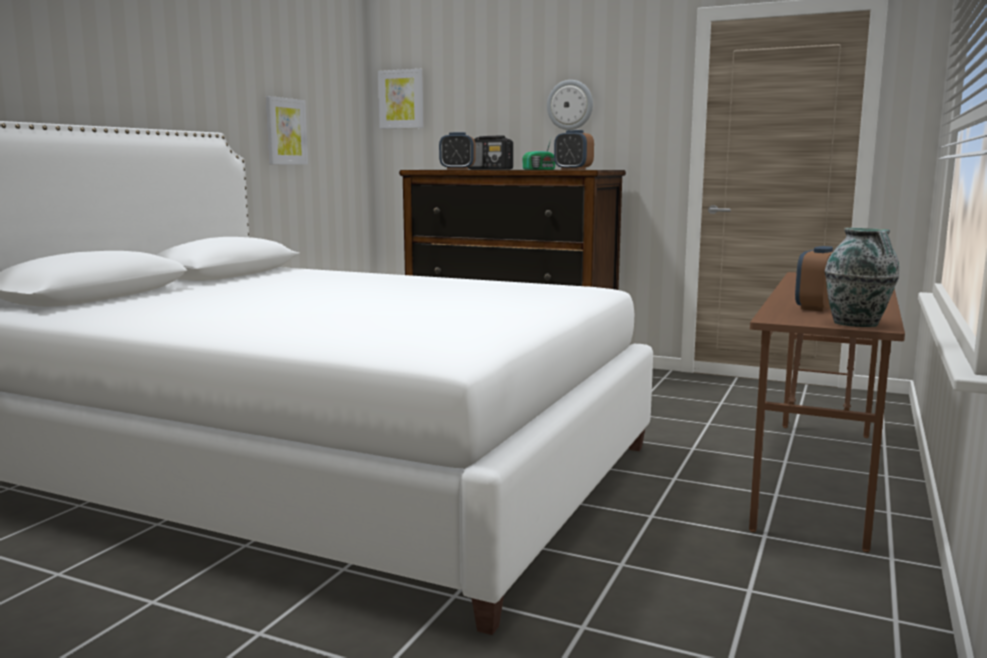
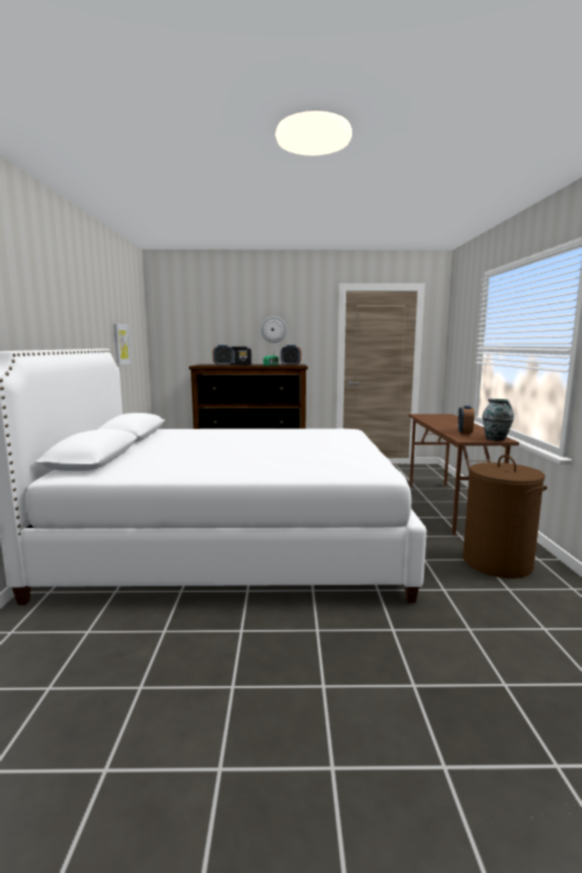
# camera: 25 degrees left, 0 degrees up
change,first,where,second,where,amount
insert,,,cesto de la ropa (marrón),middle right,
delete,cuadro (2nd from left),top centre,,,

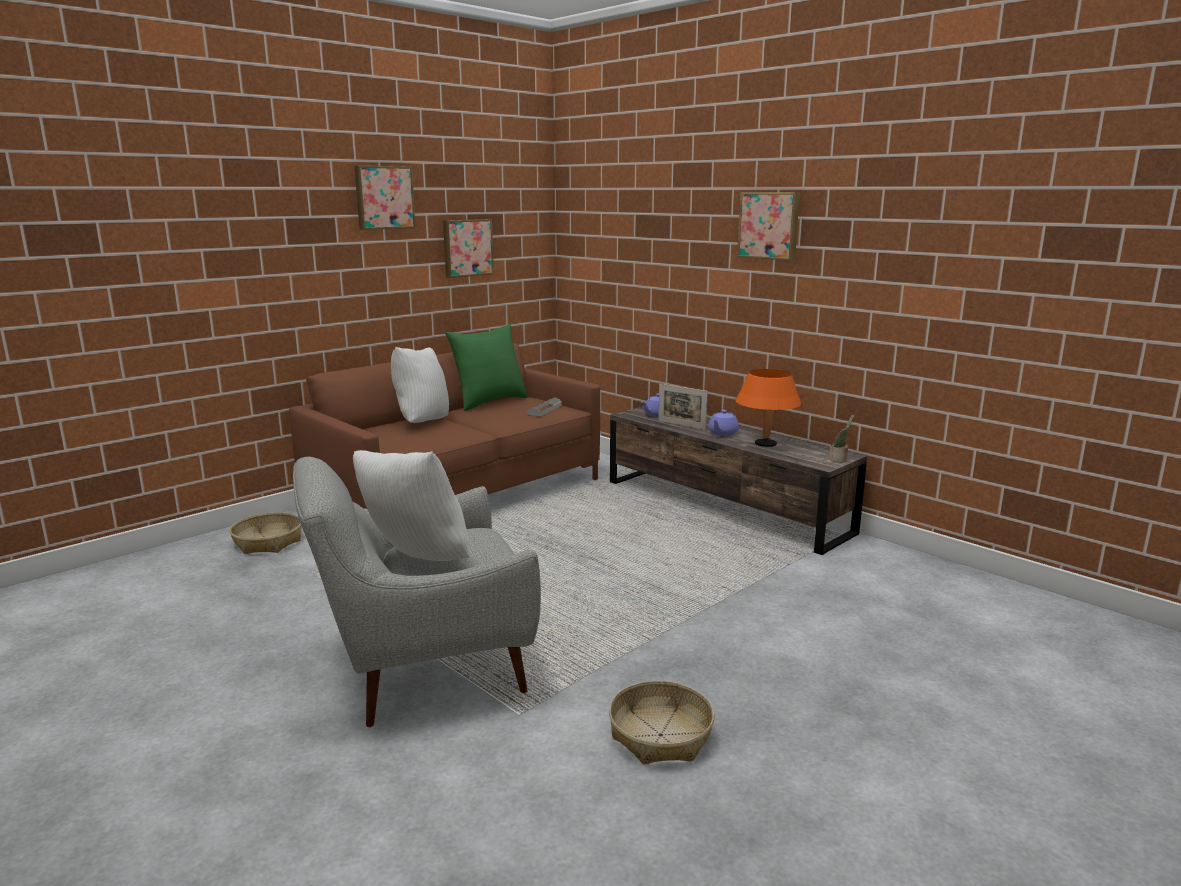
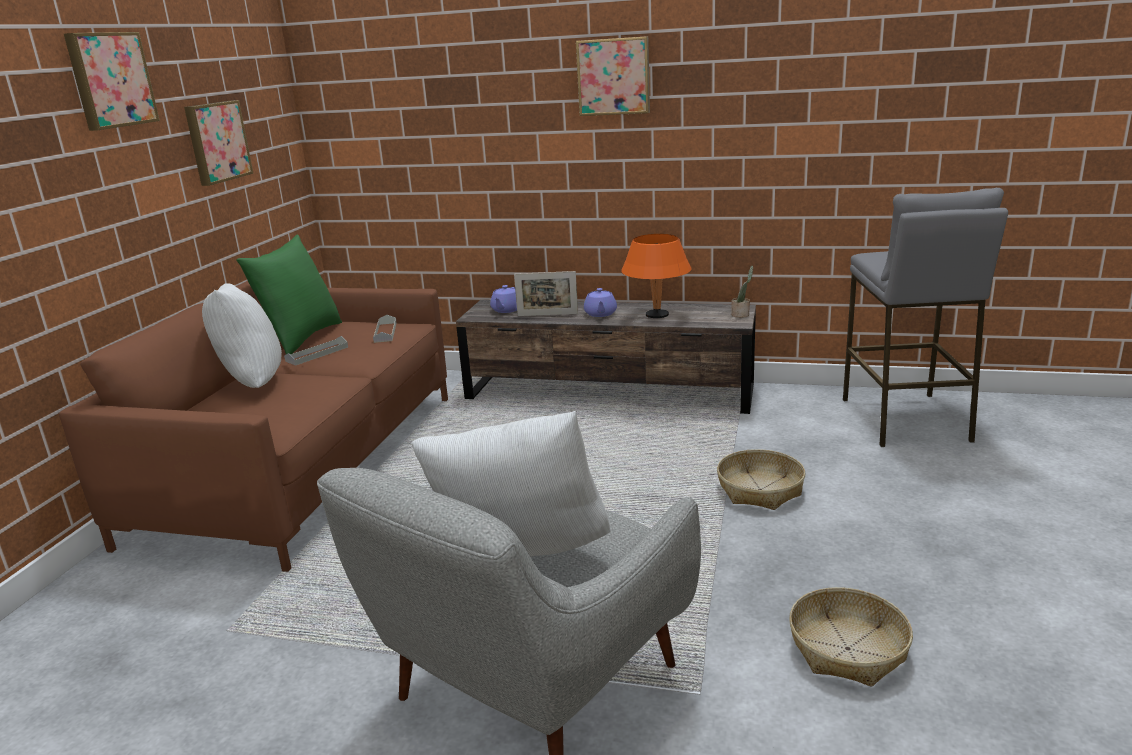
# camera: 30 degrees left, 5 degrees up
change,first,where,second,where,amount
insert,,,bandeja (gris) (1st from left),middle left,
move,cesta (1st from left),middle left,,middle right,
insert,,,taburete (gris),middle right,

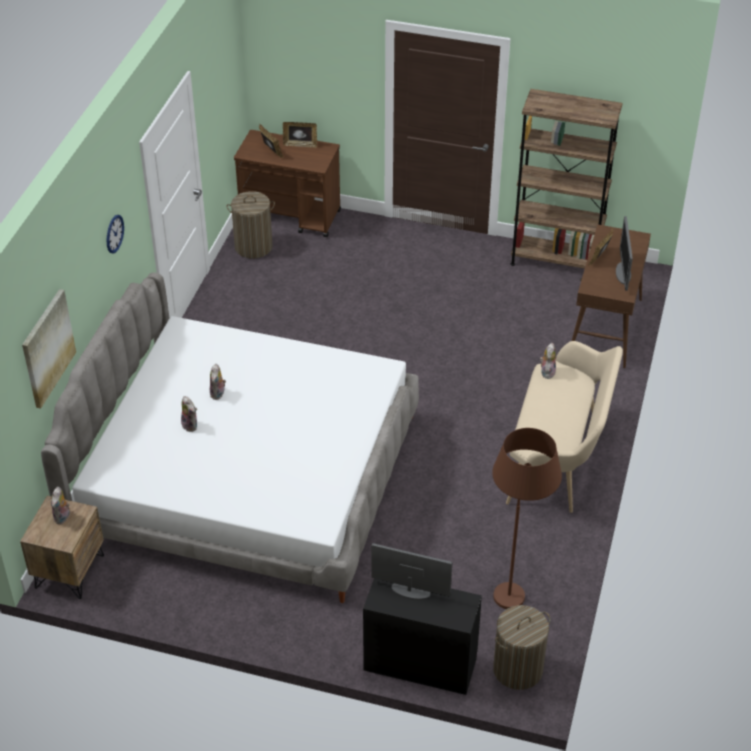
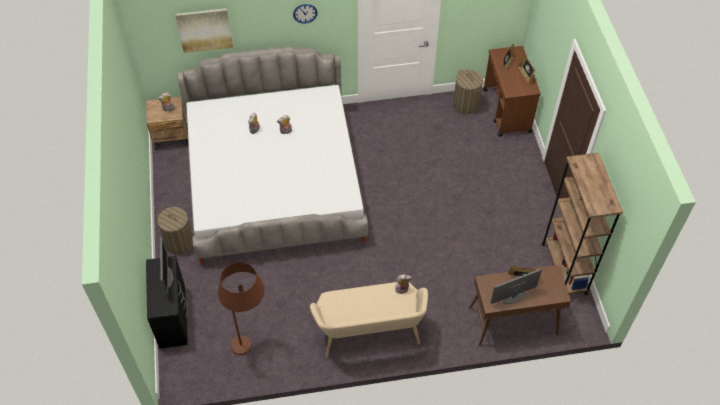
# camera: 65 degrees right, 10 degrees up
change,first,where,second,where,amount
move,cesto de la ropa (2nd from left in the first image),bottom right,cesto de la ropa (1st from left),middle left,

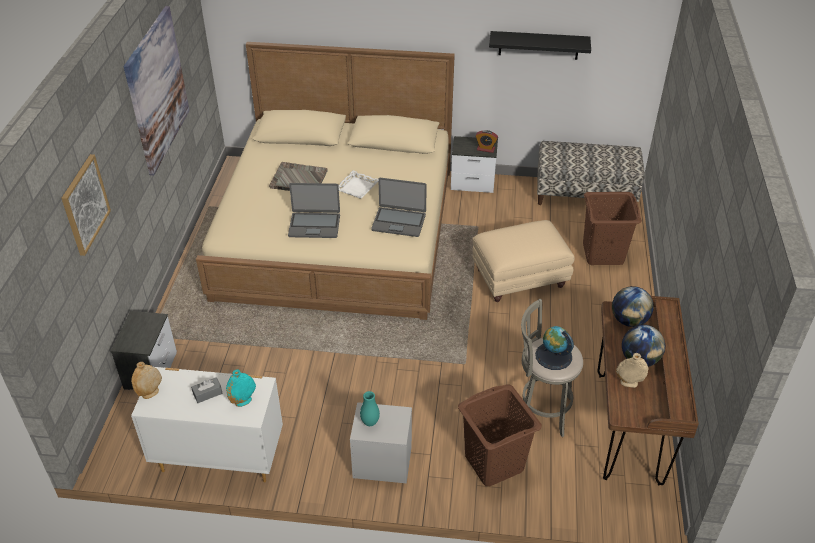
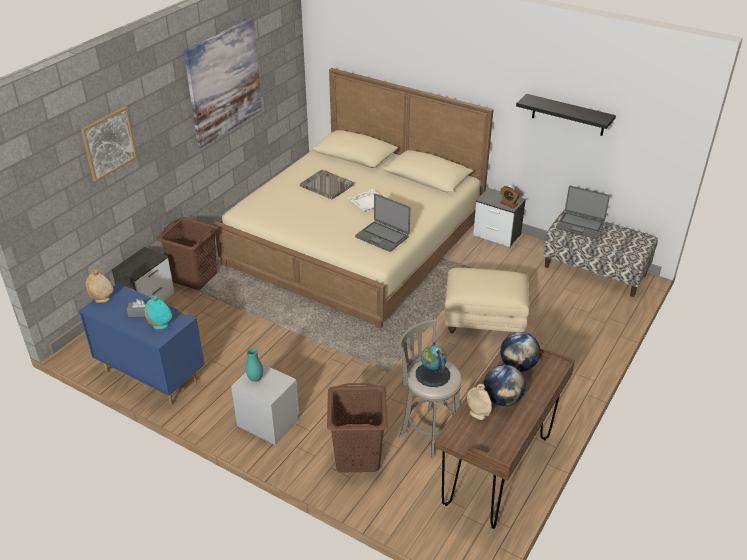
# camera: 25 degrees right, 5 degrees down
change,first,where,second,where,amount
recolor,cómoda (blanco),bottom left,cómoda (azul),middle left,
move,cesto de la ropa (marrón) (2nd from left in the first image),middle right,cesto de la ropa (marrón) (1st from left),middle left,
move,portátil (1st from left in the first image),centre,portátil (2nd from left),middle right,

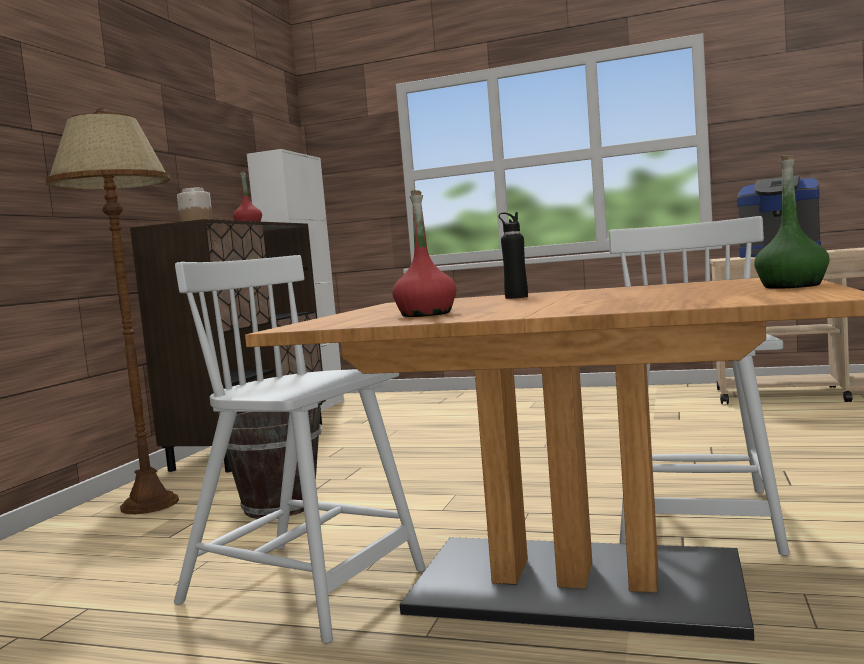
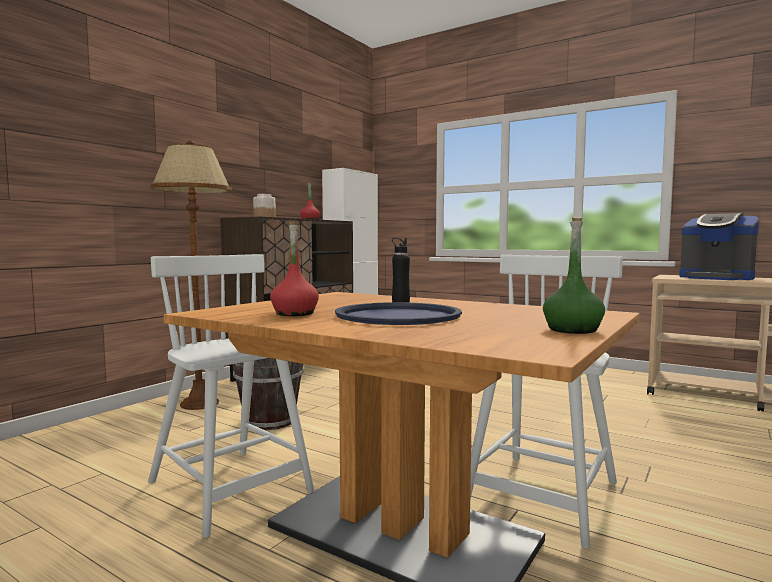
# camera: 15 degrees right, 0 degrees up
change,first,where,second,where,amount
insert,,,bandeja (azul),centre,

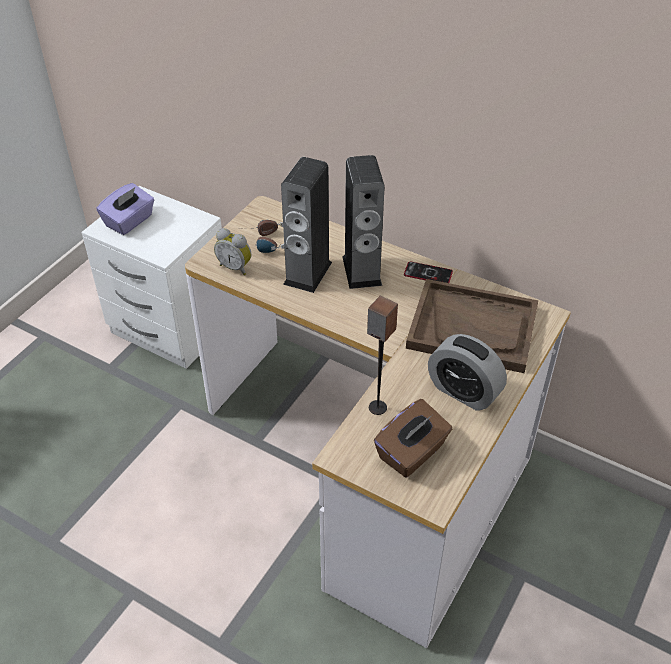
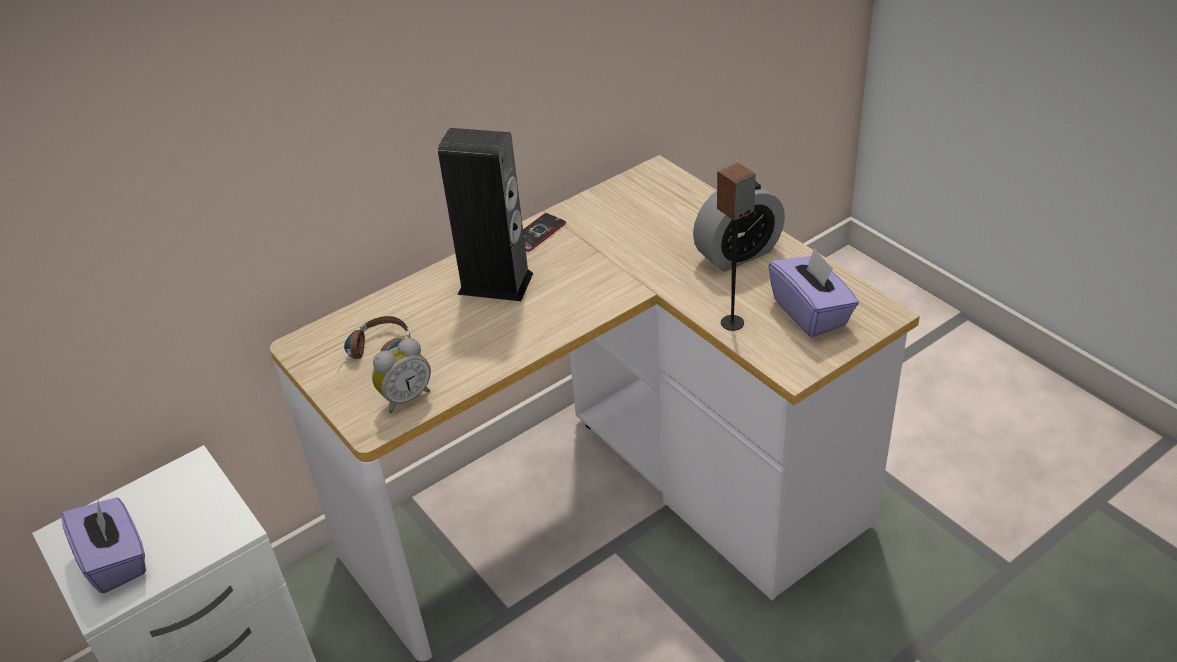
# camera: 65 degrees left, 5 degrees down
change,first,where,second,where,amount
recolor,caja de pañuelos (marrón),centre,caja de pañuelos (morado) (2nd from left),middle right,
delete,altavoz (1st from left),centre,,,
delete,bandeja (marrón),middle right,,,

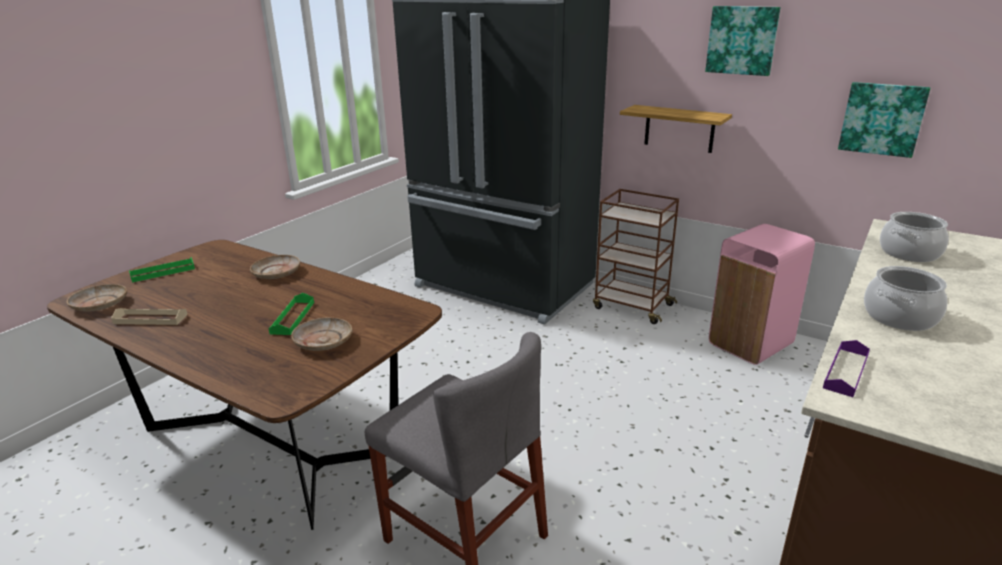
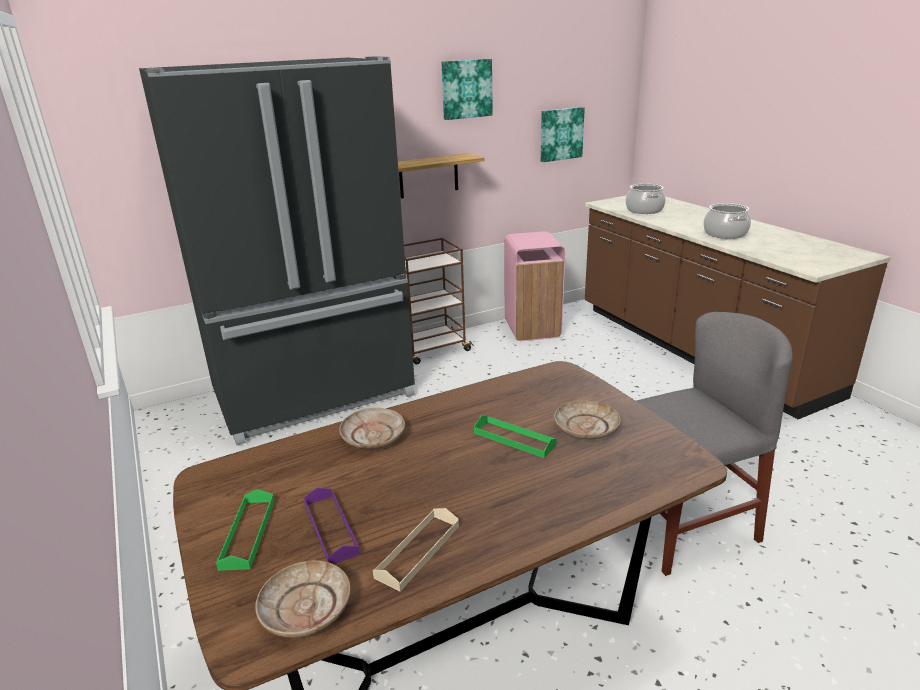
# camera: 60 degrees left, 0 degrees up
change,first,where,second,where,amount
move,bandeja (morado),middle right,,bottom centre,

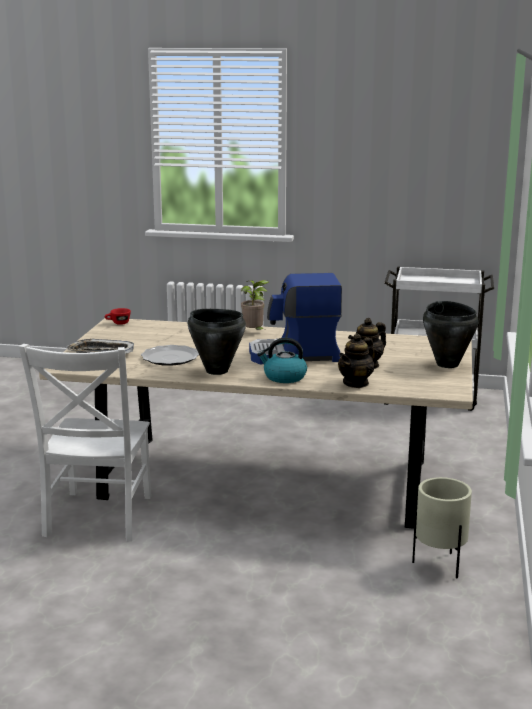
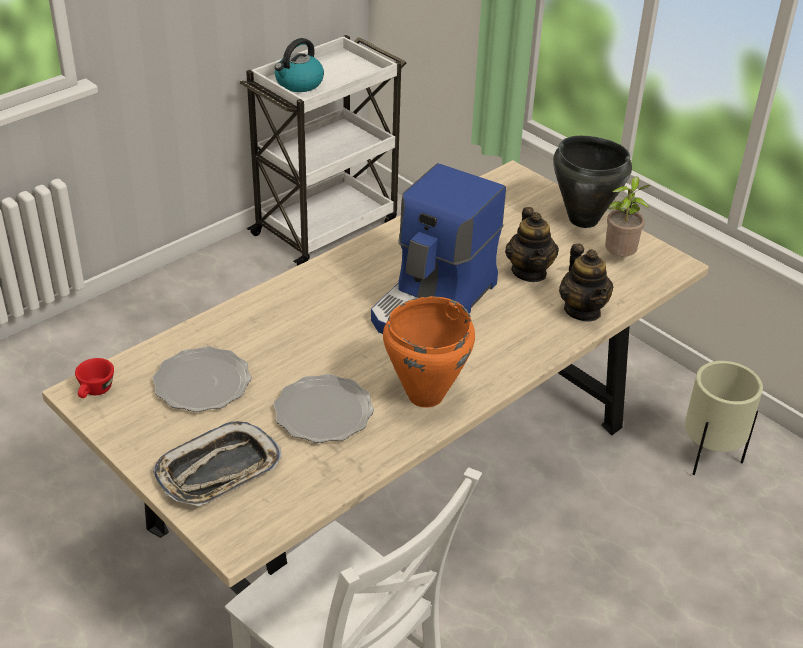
# camera: 55 degrees left, 20 degrees up
change,first,where,second,where,amount
insert,,,plato (1st from left),middle left,
move,hervidor,centre,,top centre,
recolor,olla (negro) (1st from left),centre,olla (naranja),centre,
move,planta en maceta,centre,,middle right,

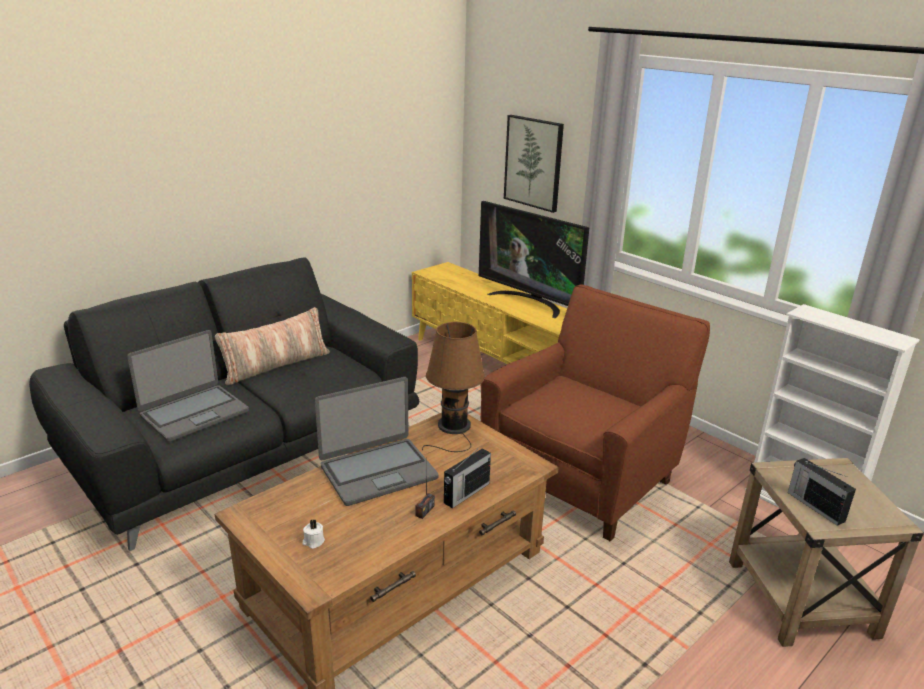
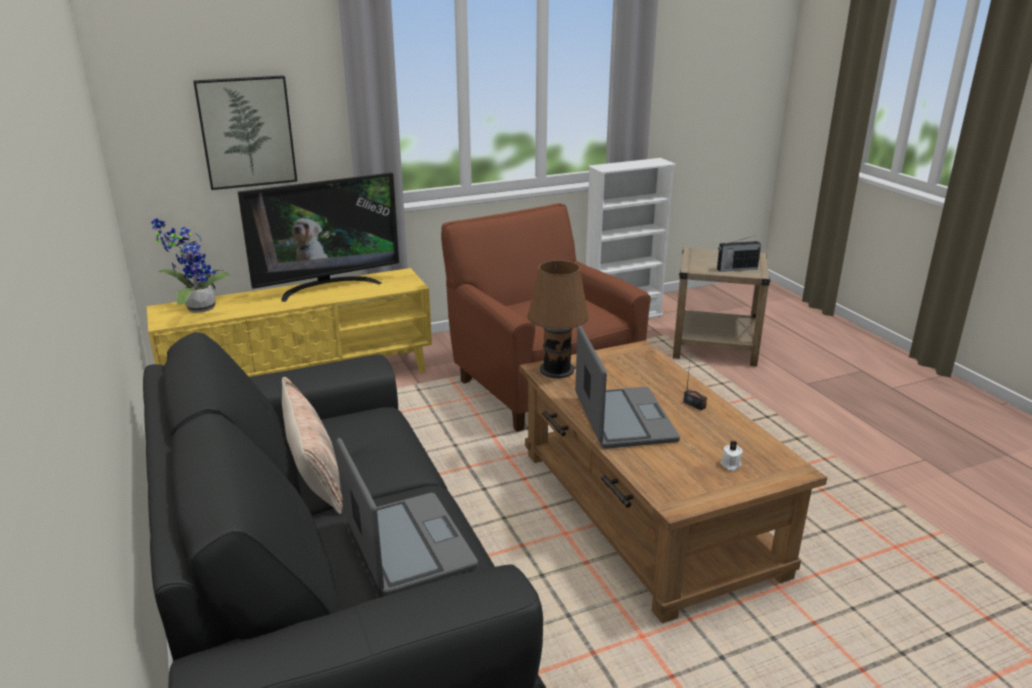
# camera: 70 degrees left, 0 degrees up
change,first,where,second,where,amount
insert,,,planta en maceta,middle left,
delete,radio (2nd from left),bottom centre,,,

